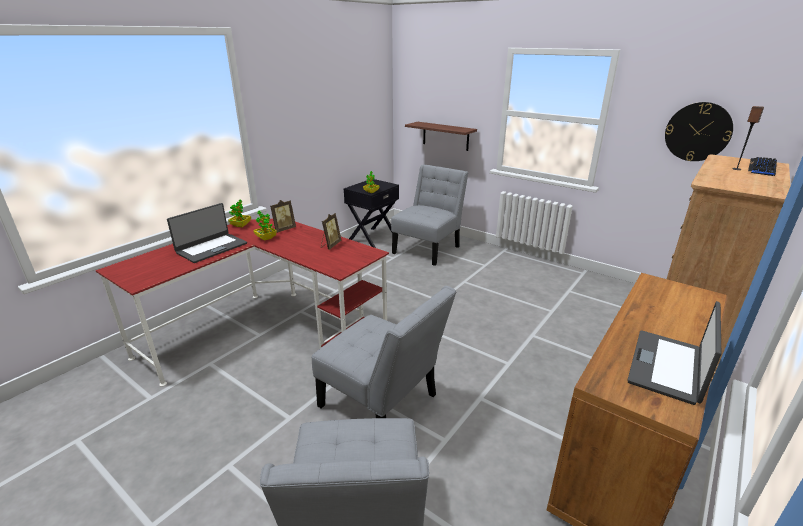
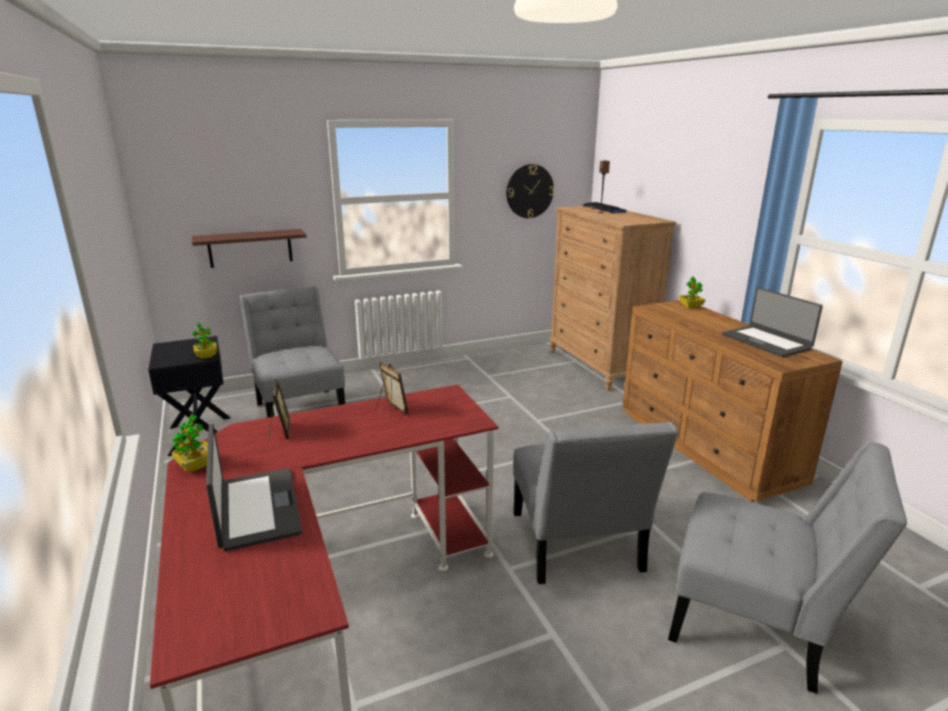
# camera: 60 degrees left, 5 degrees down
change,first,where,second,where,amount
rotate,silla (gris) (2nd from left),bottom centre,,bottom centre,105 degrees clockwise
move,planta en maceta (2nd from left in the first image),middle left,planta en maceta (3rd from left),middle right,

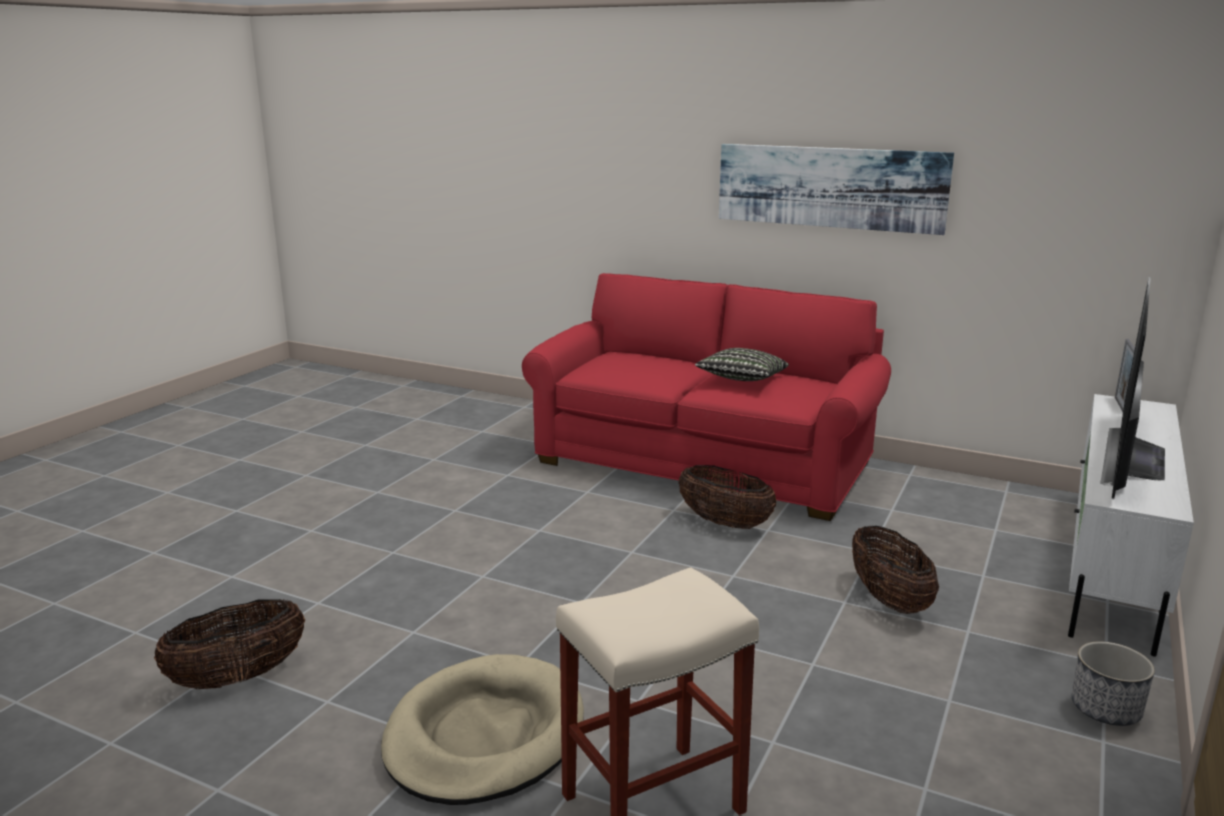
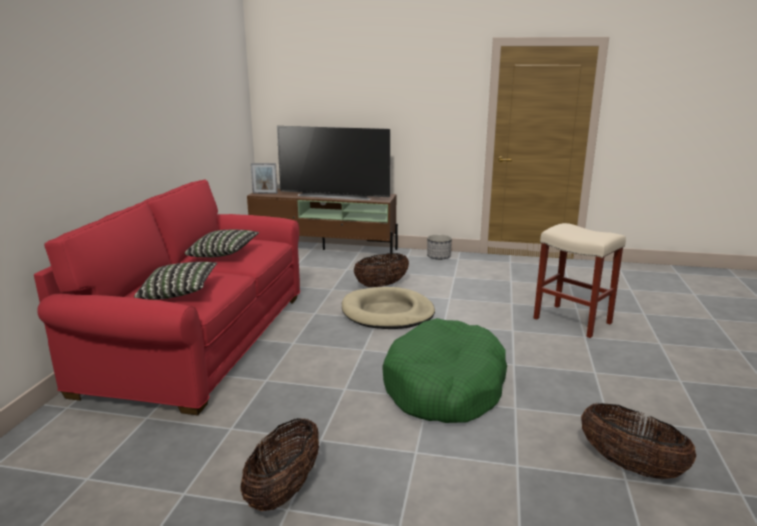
# camera: 105 degrees left, 0 degrees up
change,first,where,second,where,amount
insert,,,cojín (1st from left),middle left,
move,cesta (2nd from left in the first image),centre,cesta (1st from left),bottom centre,
recolor,mueble de televisión (blanco),middle right,mueble de televisión (marrón),centre,
move,cama para perro (beis),bottom centre,,centre,
insert,,,cama para perro (verde),bottom centre,
delete,cuadro,top right,,,

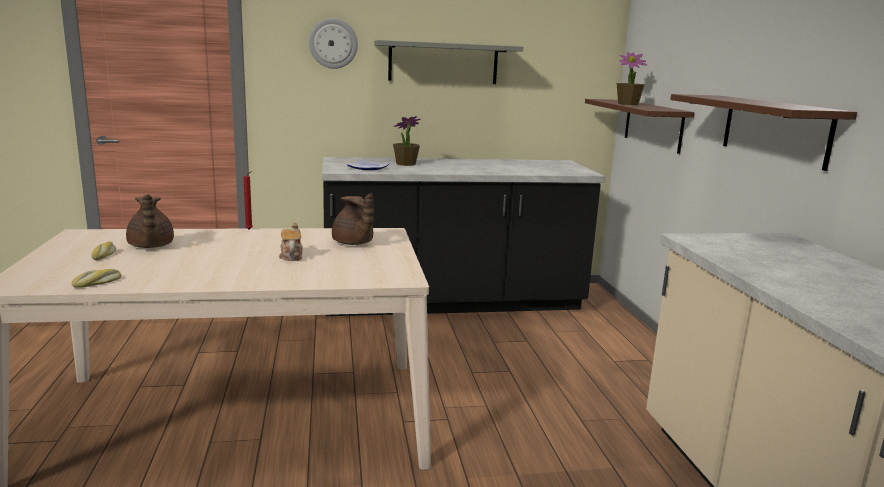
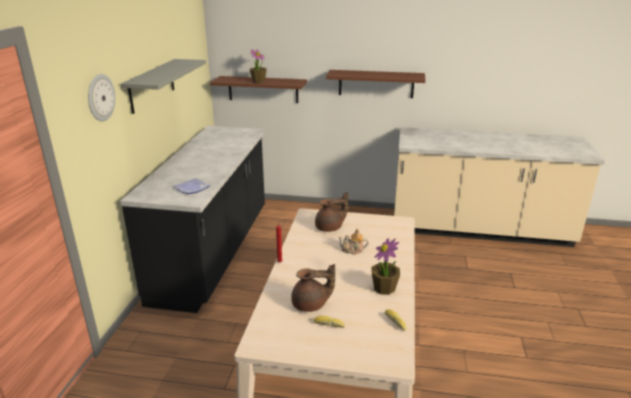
# camera: 70 degrees left, 10 degrees up
change,first,where,second,where,amount
move,planta en maceta (1st from left in the first image),top centre,planta en maceta (2nd from left),bottom centre,

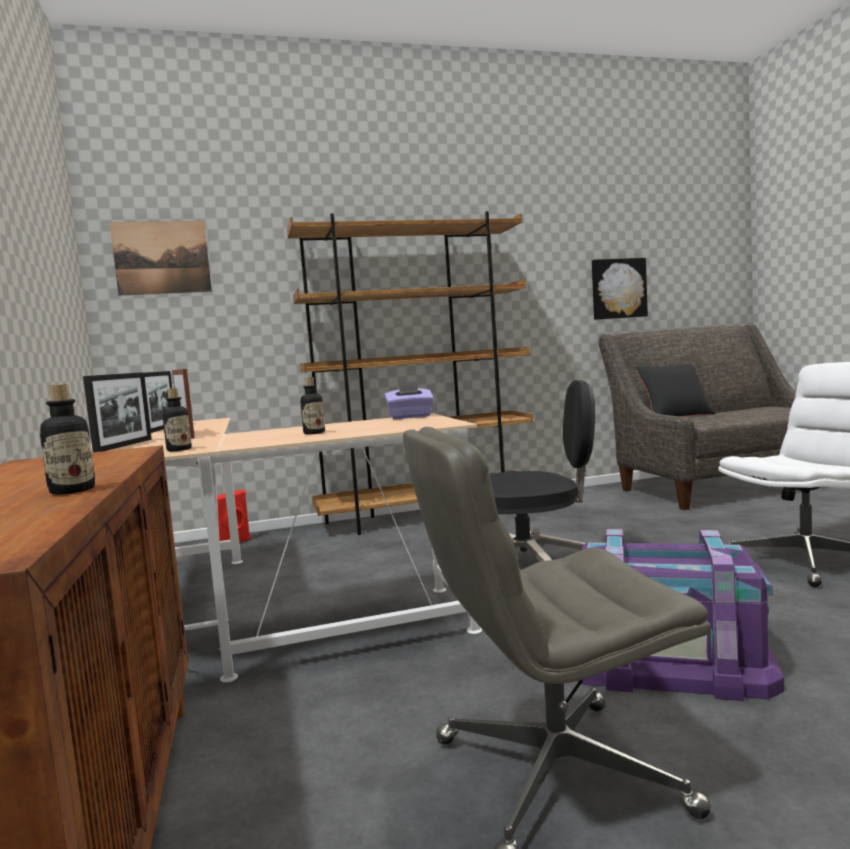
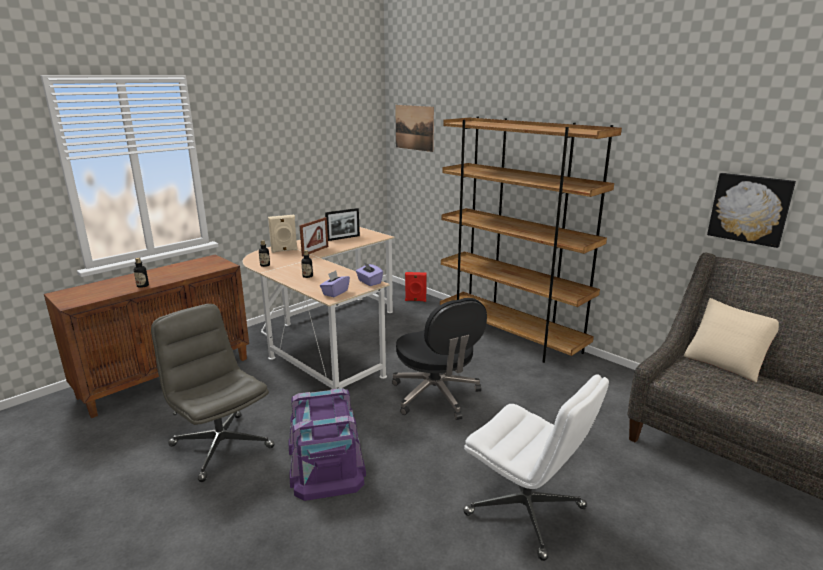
# camera: 60 degrees right, 15 degrees up
change,first,where,second,where,amount
replace,portarretratos (1st from left),middle left,altavoz (beis),centre,
insert,,,caja de pañuelos (morado) (1st from left),centre,
recolor,cojín (negro),middle right,cojín (beis),middle right,

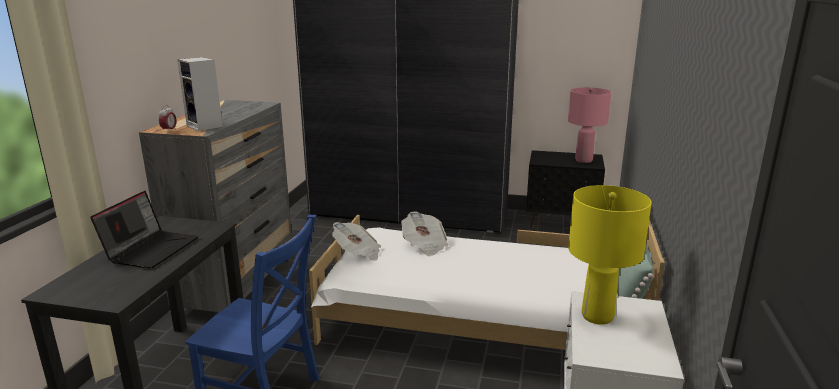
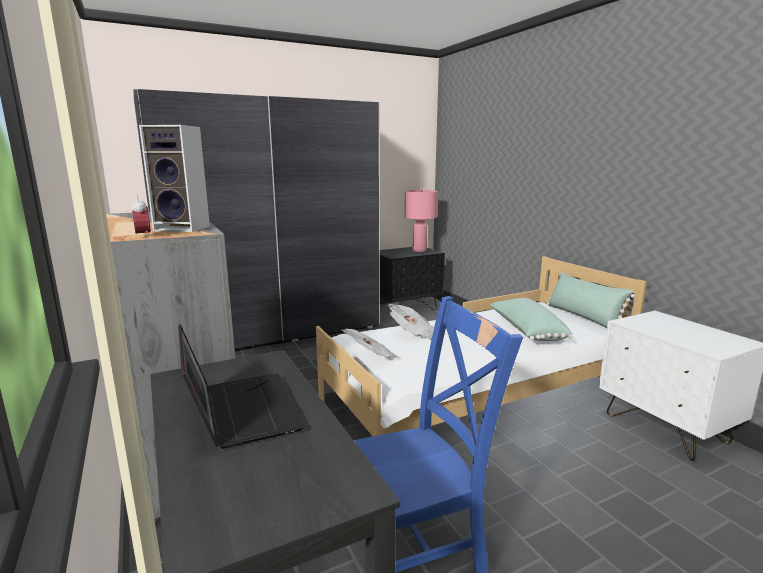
# camera: 40 degrees left, 5 degrees down
change,first,where,second,where,amount
insert,,,cojín (verde) (1st from left),middle right,
delete,lámpara de mesa (amarillo),middle right,,,

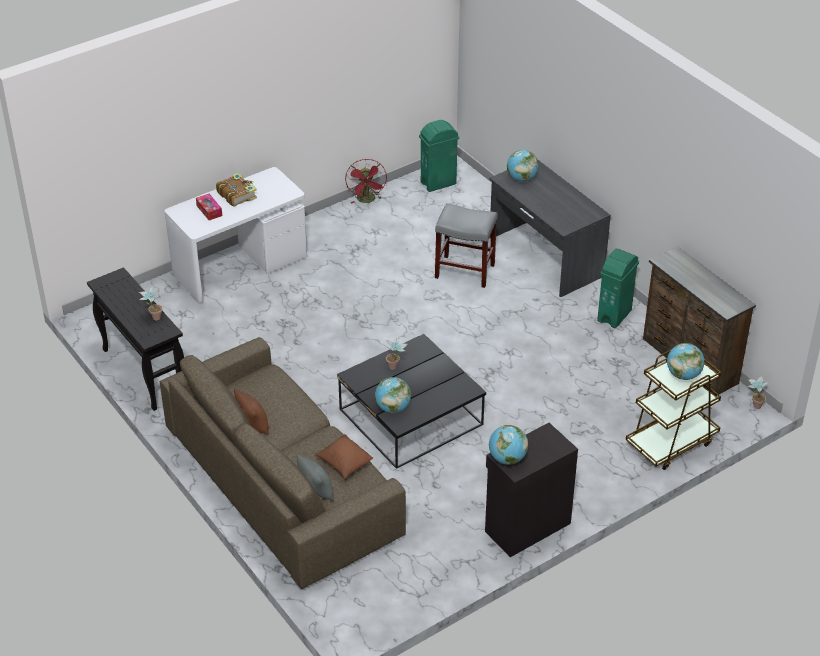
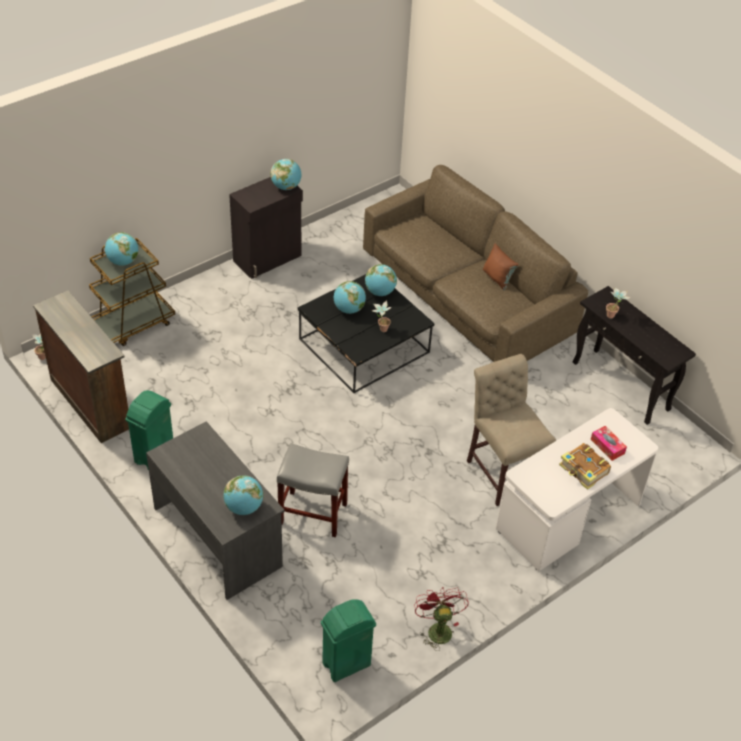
# camera: 175 degrees right, 5 degrees up
change,first,where,second,where,amount
insert,,,globo terráqueo (4th from left),centre,
insert,,,silla (beis),middle right,
delete,cojín (gris),bottom centre,,,
delete,cojín (marrón) (2nd from left),bottom centre,,,

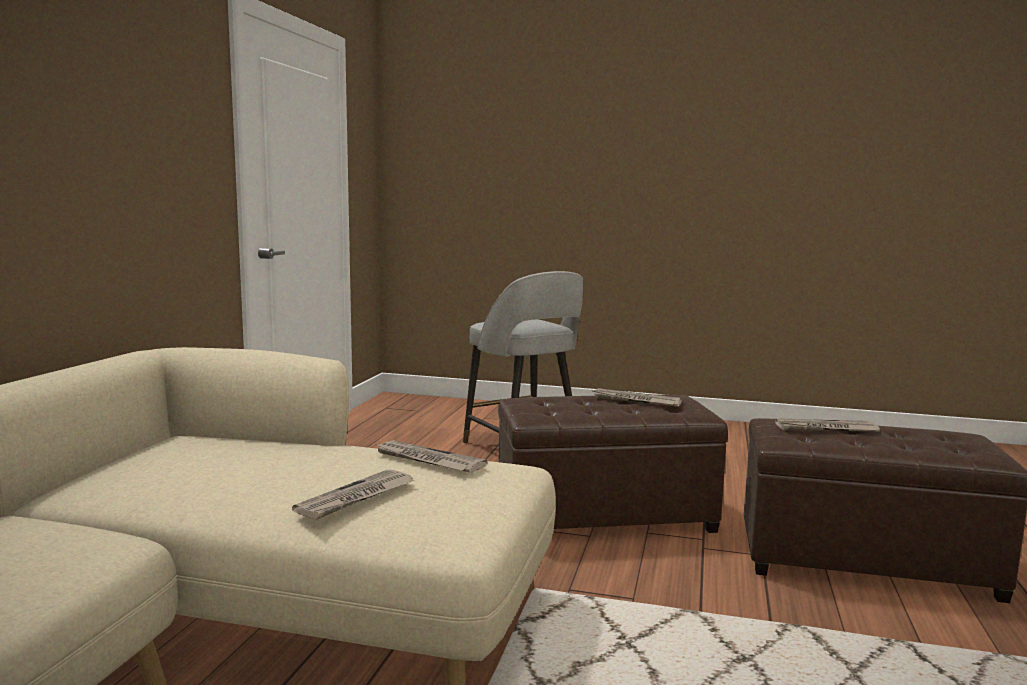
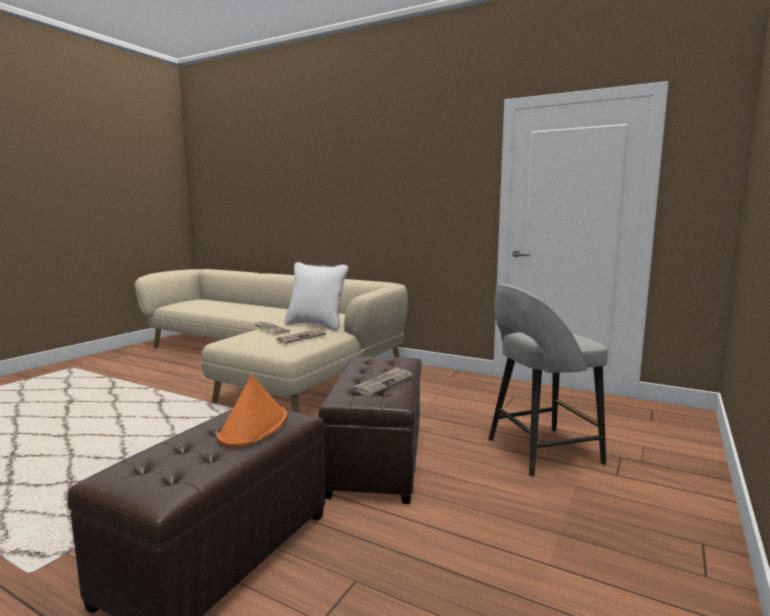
# camera: 105 degrees right, 0 degrees up
change,first,where,second,where,amount
replace,periódico (4th from left),middle right,sombrero (naranja),bottom left,
insert,,,cojín (blanco),centre,

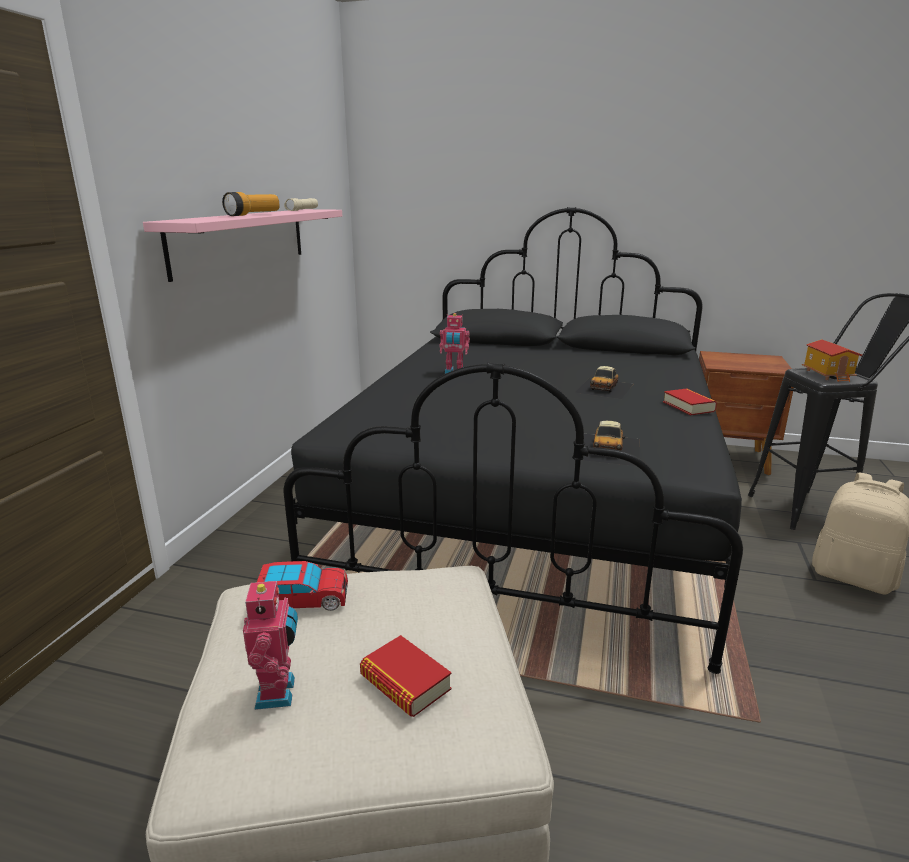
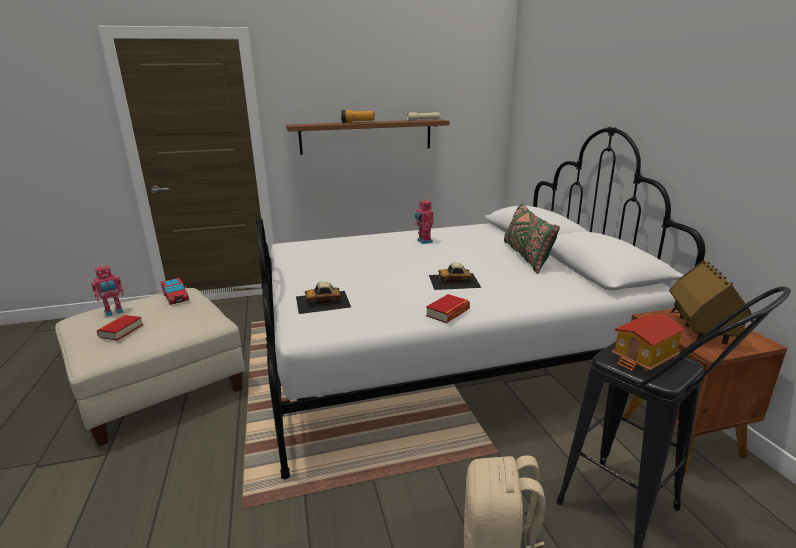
# camera: 60 degrees right, 0 degrees up
change,first,where,second,where,amount
recolor,cama (negro),centre,cama (blanco),centre,
recolor,estante (rosa),top left,estante (marrón),top centre,
insert,,,cojín (verde),middle right,
insert,,,casita (2nd from left),middle right,

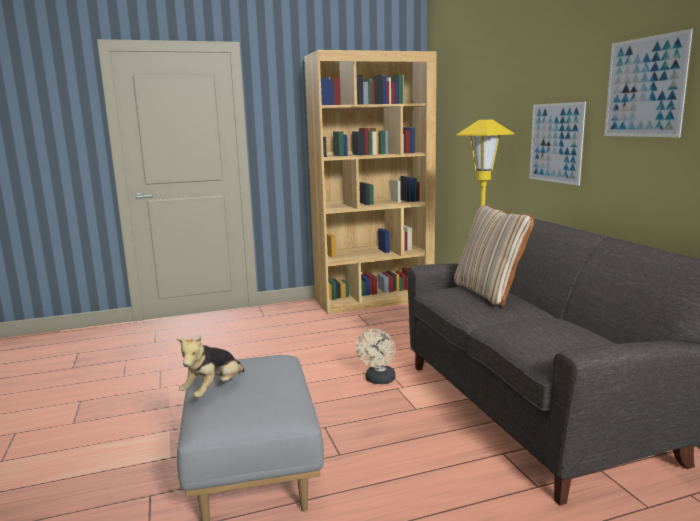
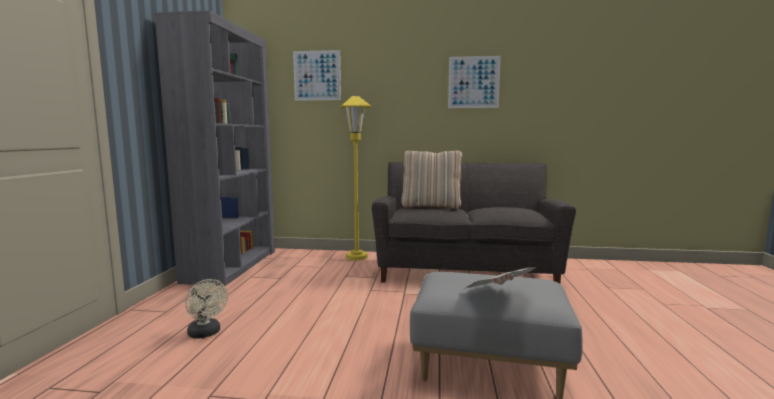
# camera: 65 degrees left, 5 degrees down
change,first,where,second,where,amount
recolor,estantería (marrón),centre,estantería (gris),middle left,
move,ventilador (beis),bottom centre,,bottom left,
move,cuadro (1st from left),top right,,top centre,
replace,peluche,bottom left,periódico,bottom centre,

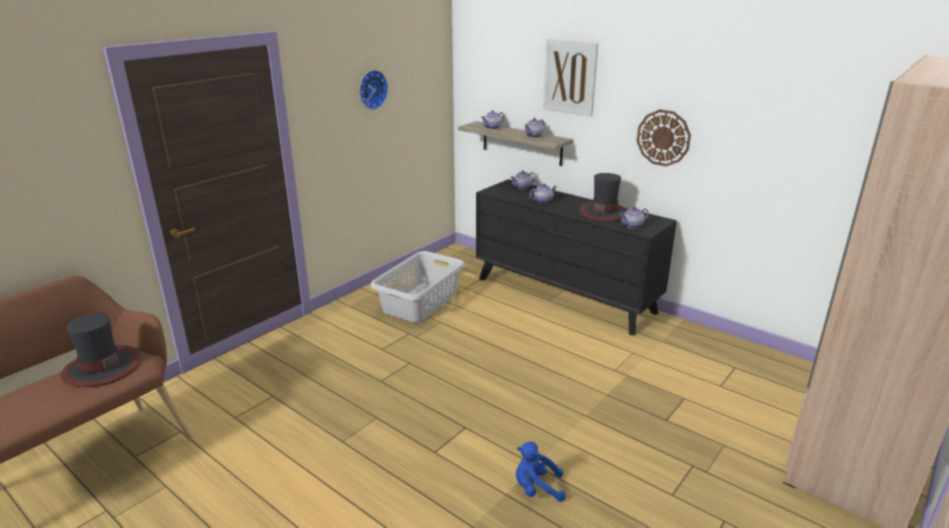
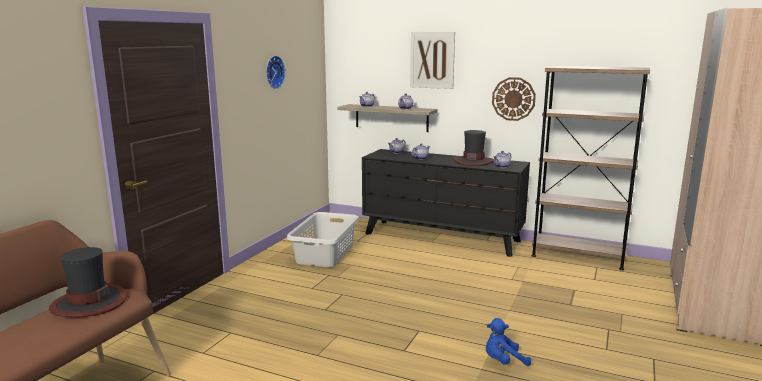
# camera: 15 degrees left, 10 degrees down
change,first,where,second,where,amount
insert,,,estantería (marrón),middle right,

